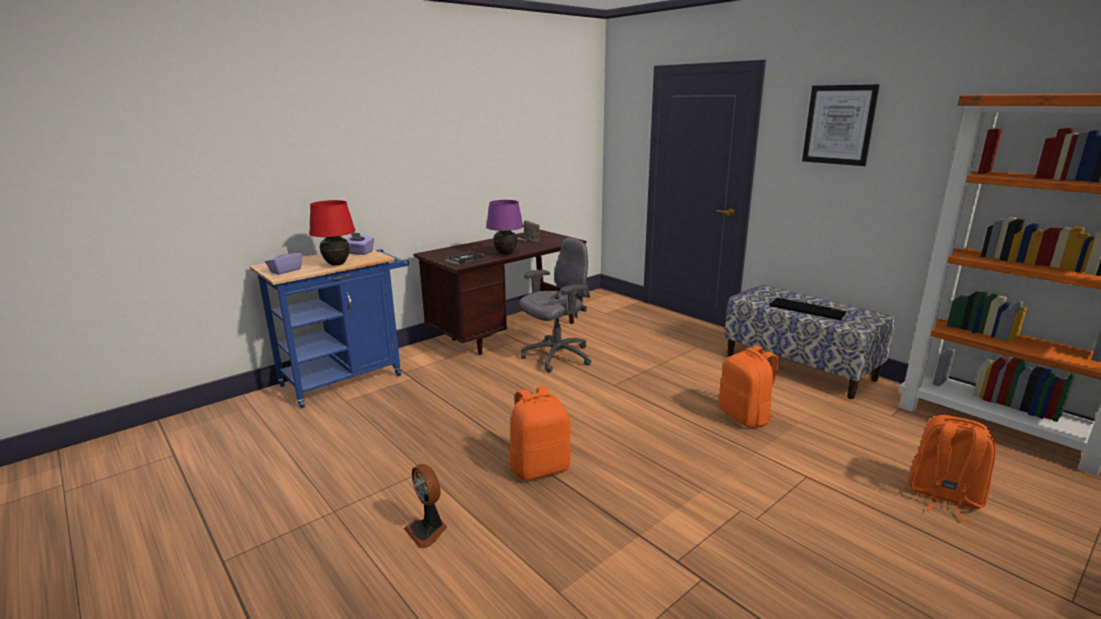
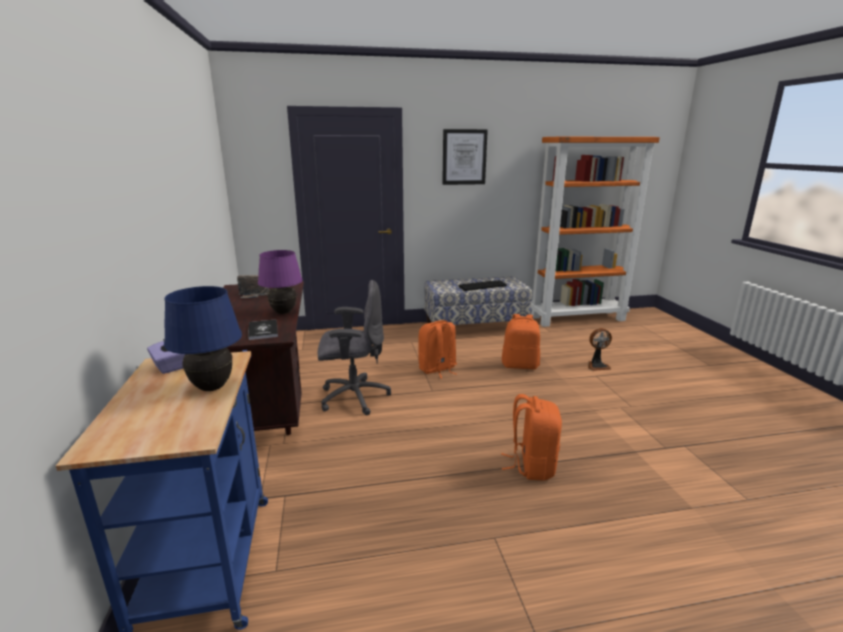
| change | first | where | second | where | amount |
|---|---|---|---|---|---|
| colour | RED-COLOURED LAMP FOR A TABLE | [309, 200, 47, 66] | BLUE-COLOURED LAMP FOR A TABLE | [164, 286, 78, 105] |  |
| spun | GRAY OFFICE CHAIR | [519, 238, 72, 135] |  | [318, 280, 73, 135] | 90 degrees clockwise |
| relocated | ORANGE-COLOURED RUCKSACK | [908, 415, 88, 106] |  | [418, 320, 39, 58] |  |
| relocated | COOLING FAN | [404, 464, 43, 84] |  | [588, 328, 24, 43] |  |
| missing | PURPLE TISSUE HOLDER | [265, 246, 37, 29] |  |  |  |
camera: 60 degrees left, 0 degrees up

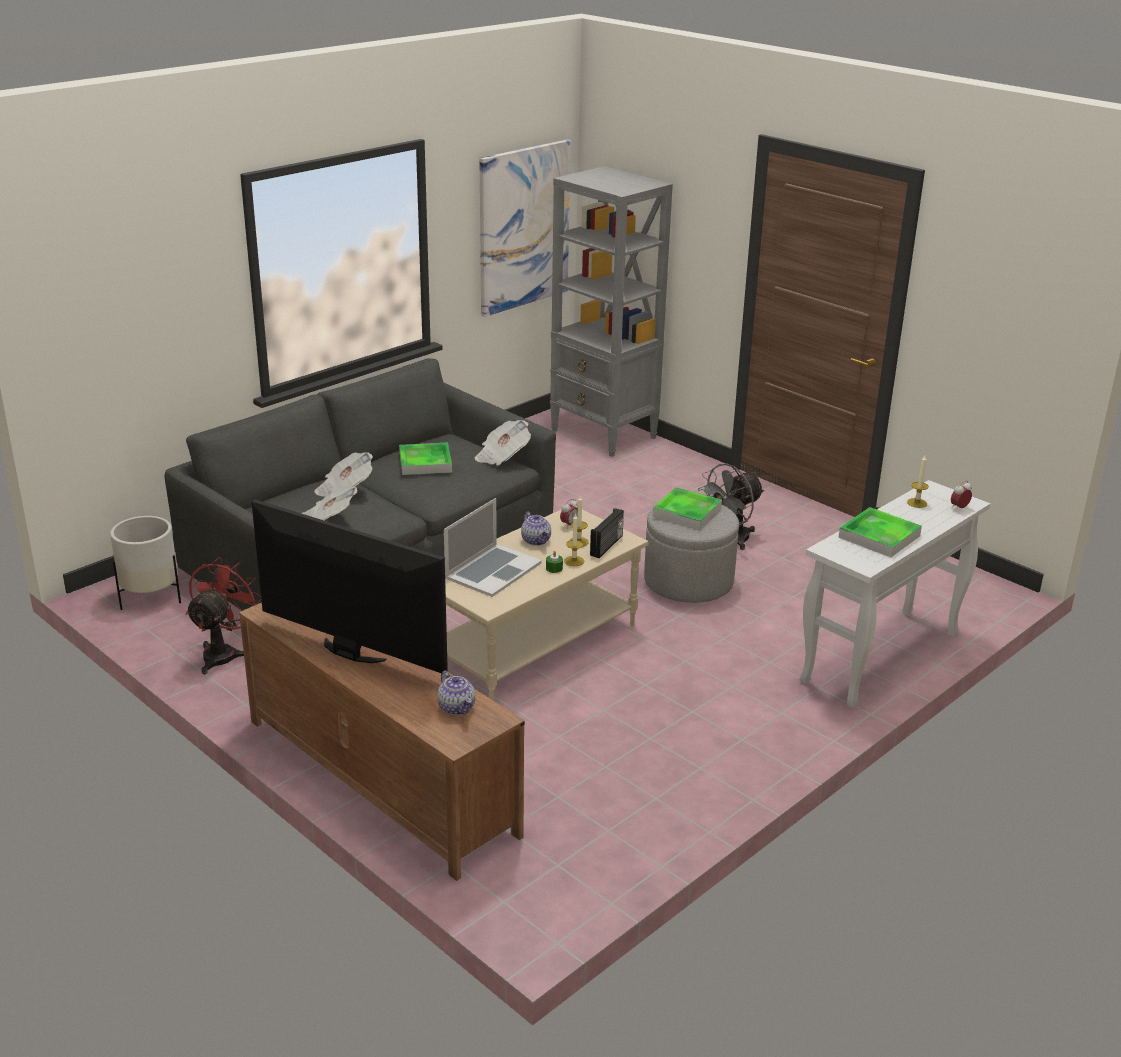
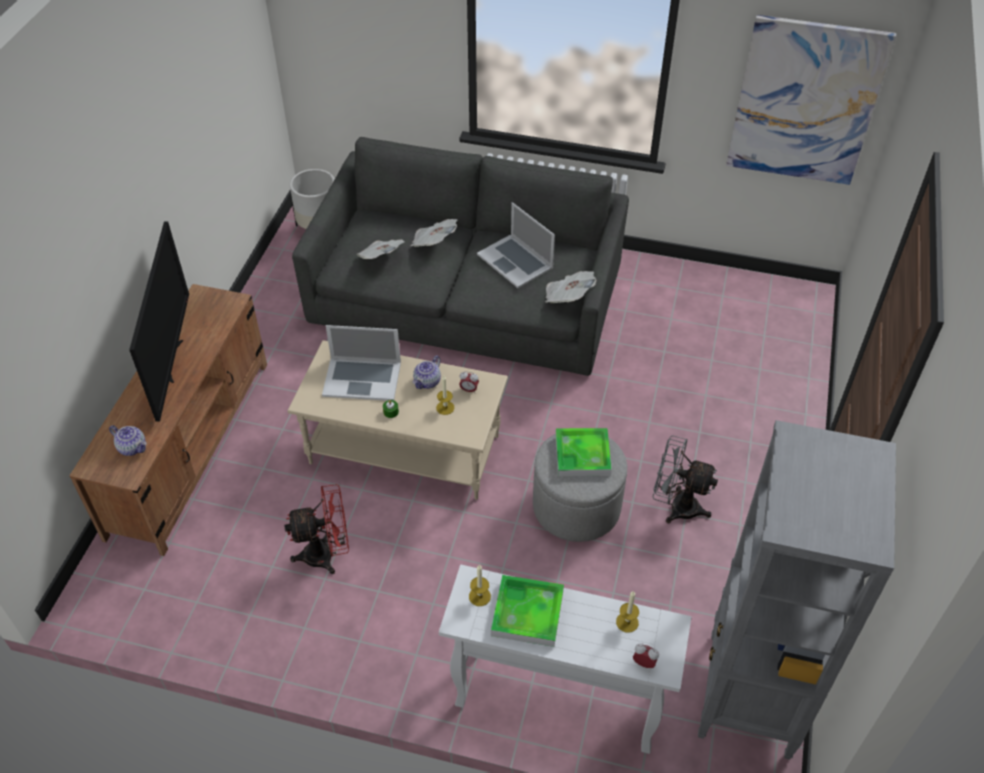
| change | first | where | second | where | amount |
|---|---|---|---|---|---|
| spun | POT FOR TEA | [437, 671, 38, 44] |  | [109, 425, 37, 31] | 90 degrees counterclockwise |
| relocated | RED-COLOURED COOLING FAN | [185, 557, 76, 117] |  | [284, 484, 65, 90] |  |
| relocated | WAX CANDLE | [564, 514, 20, 52] |  | [469, 565, 22, 41] |  |
| exchanged | CARRYING TRAY | [399, 443, 53, 32] | NOTEBOOK COMPUTER | [477, 202, 78, 86] |  |
| relocated | GRAY SHELVING UNIT | [550, 166, 123, 291] |  | [698, 420, 198, 340] |  |
| missing | RADIO RECEIVER | [590, 508, 34, 50] |  |  |  |
camera: 60 degrees right, 20 degrees up

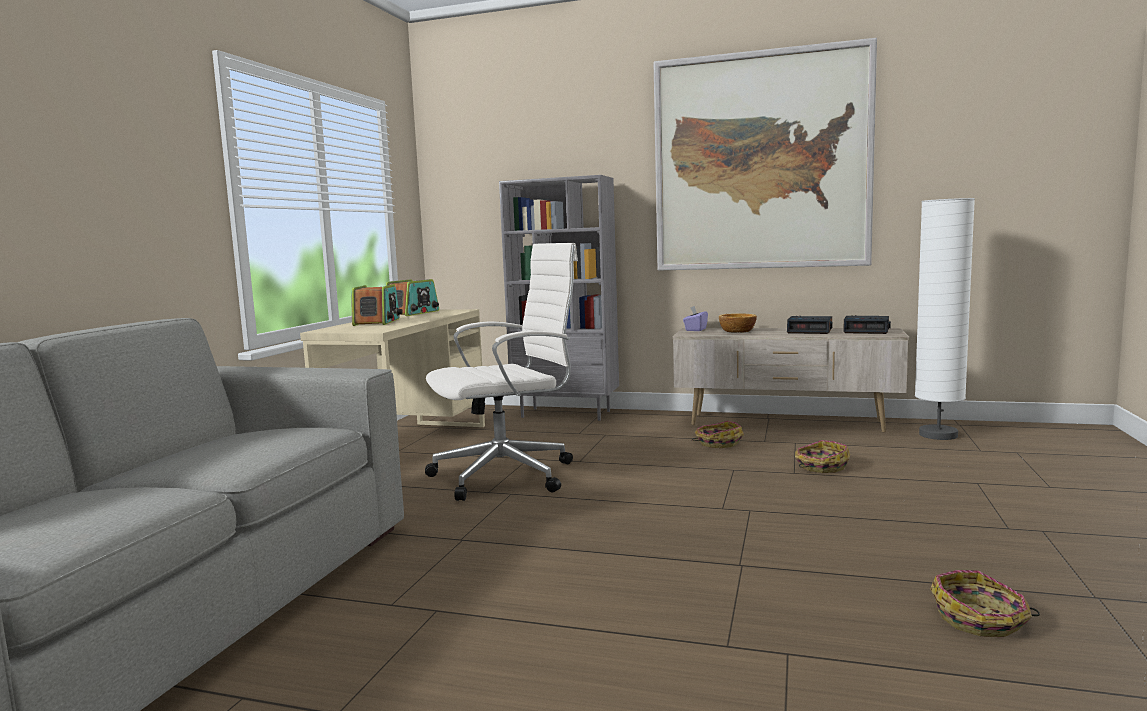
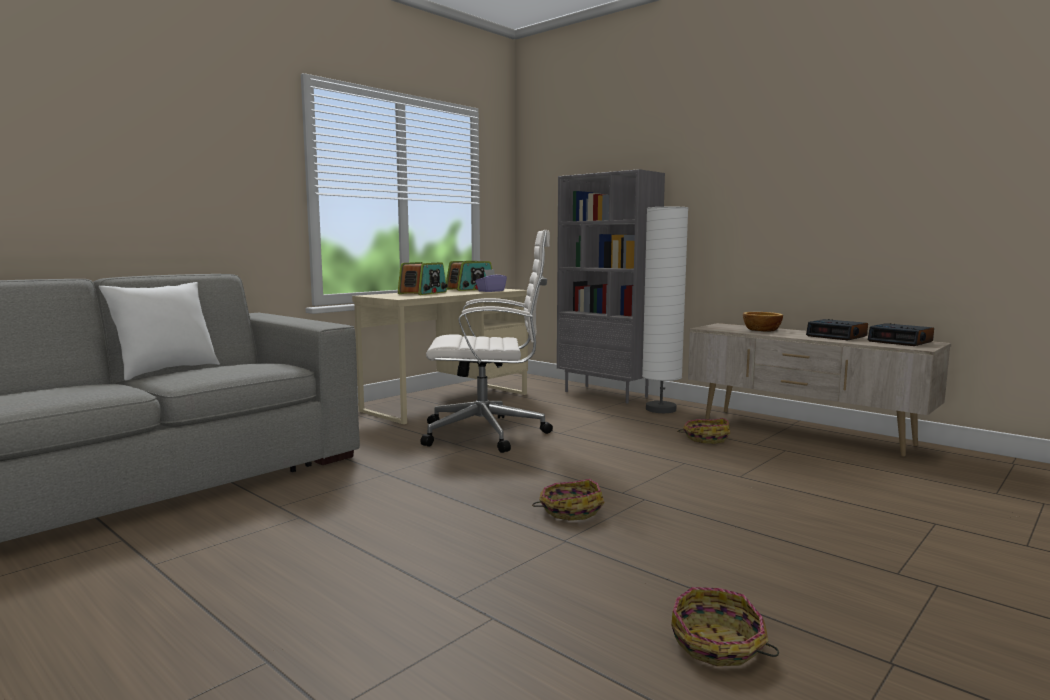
| change | first | where | second | where | amount |
|---|---|---|---|---|---|
| appeared |  |  | WHITE-COLOURED PILLOW | [99, 282, 121, 98] |  |
| relocated | PURPLE TISSUE HOLDER | [683, 306, 25, 25] |  | [475, 269, 32, 23] |  |
| relocated | STORAGE BASKET | [795, 440, 55, 33] |  | [532, 479, 72, 42] |  |
| relocated | WHITE-COLOURED STANDING LAMP | [915, 198, 60, 242] |  | [642, 207, 46, 206] |  |
| missing | WALL PICTURE | [654, 38, 223, 233] |  |  |  |
camera: 25 degrees right, 0 degrees up

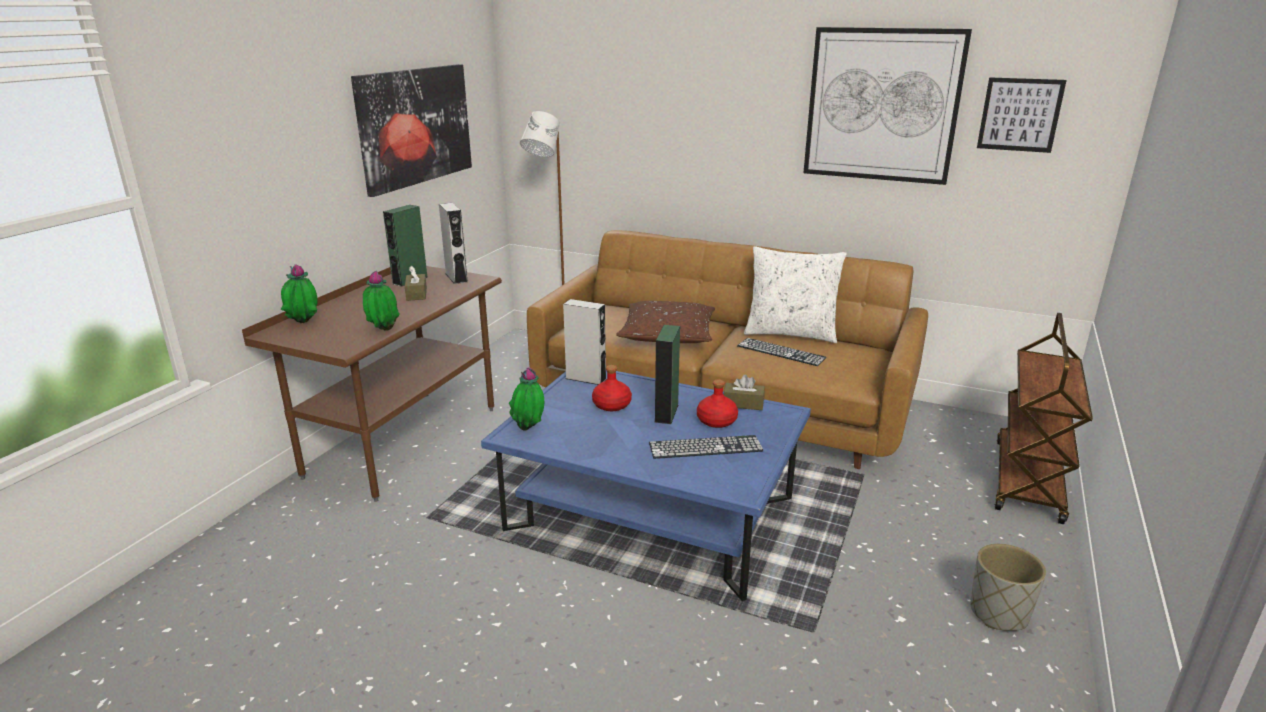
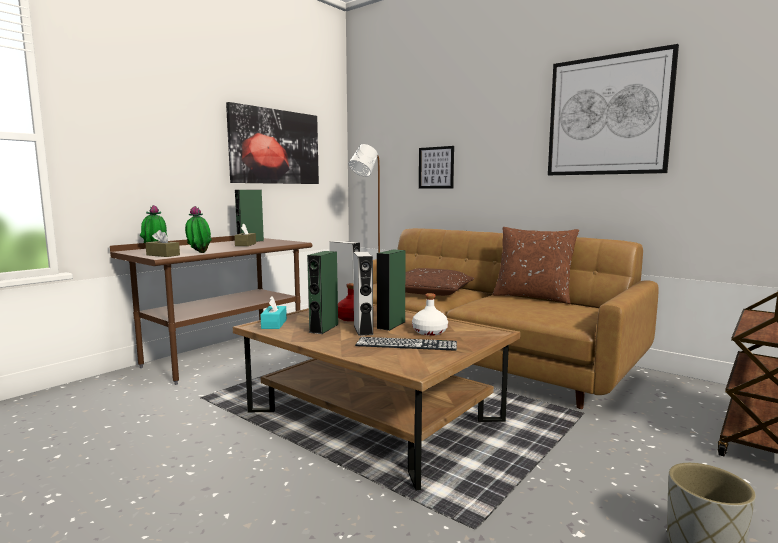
| change | first | where | second | where | amount |
|---|---|---|---|---|---|
| relocated | BROWN TISSUE HOLDER | [724, 374, 41, 36] |  | [145, 230, 35, 27] |  |
| colour | BLUE-COLOURED COFFEE TABLE | [481, 371, 330, 230] | BROWN COFFEE TABLE | [233, 304, 287, 186] |  |
| exchanged | HOUSEPLANT | [509, 368, 35, 62] | TURQUOISE TISSUE HOLDER | [260, 296, 27, 33] |  |
| appeared |  |  | GREENISH AUDIO SPEAKER | [307, 251, 32, 83] |  |
| relocated | GRAY AUDIO SPEAKER | [439, 203, 29, 81] |  | [353, 252, 20, 84] |  |
| colour | RED-COLOURED BOTTLE | [697, 379, 41, 49] | WHITE-COLOURED BOTTLE | [412, 293, 36, 43] |  |
| relocated | WALL PICTURE | [977, 77, 90, 76] |  | [419, 146, 35, 43] |  |
| colour | WHITE-COLOURED PILLOW | [744, 246, 102, 97] | BROWN PILLOW | [492, 227, 87, 77] |  |
| missing | COMPUTER KEYBOARD | [737, 338, 90, 28] |  |  |  |
camera: 15 degrees right, 15 degrees down

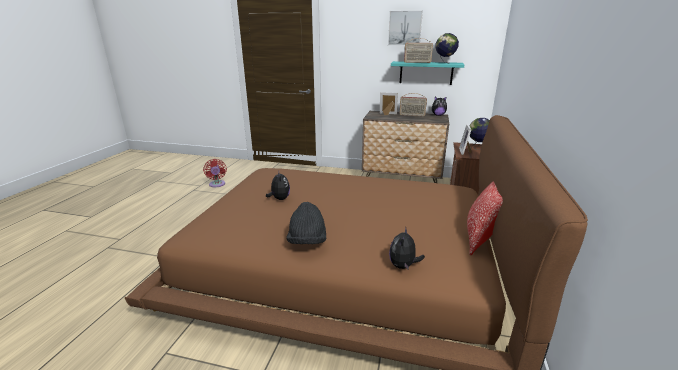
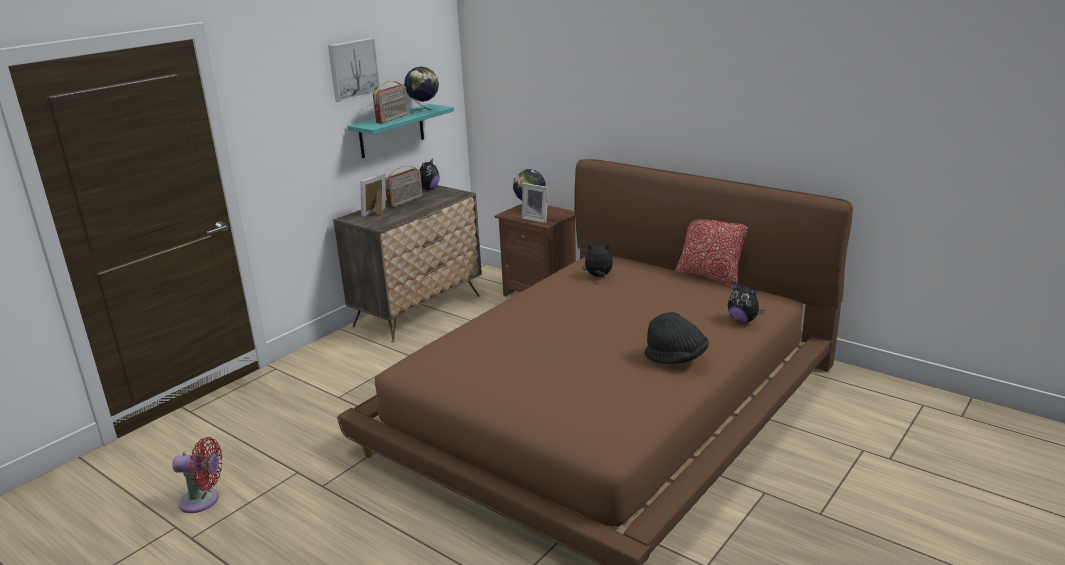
| change | first | where | second | where | amount |
|---|---|---|---|---|---|
| relocated | PLUSH TOY | [266, 172, 24, 28] |  | [582, 243, 31, 34] |  |
camera: 65 degrees left, 0 degrees up

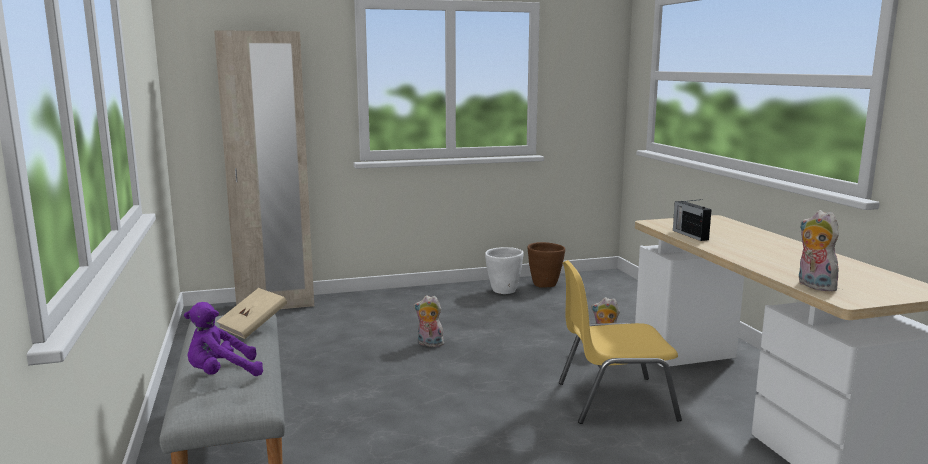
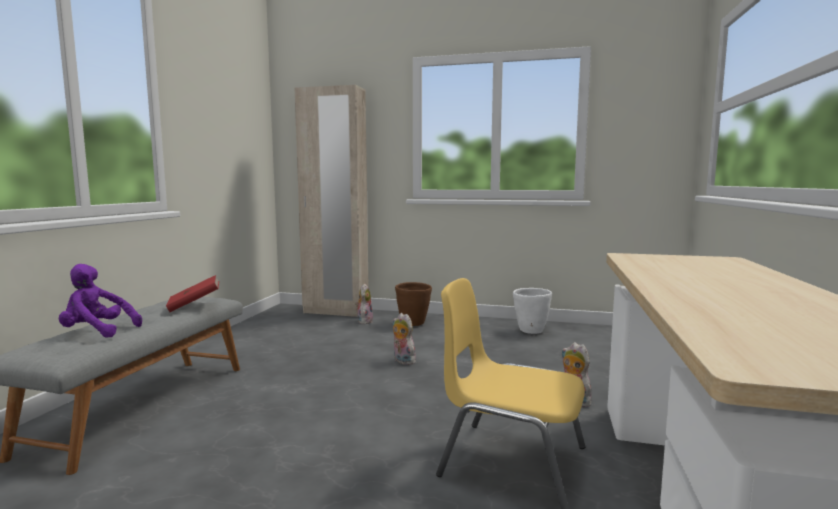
| change | first | where | second | where | amount |
|---|---|---|---|---|---|
| colour | BEIGE-COLOURED VOLUME | [216, 288, 71, 51] | RED-COLOURED VOLUME | [166, 275, 53, 37] |  |
| relocated | PLUSH TOY | [799, 210, 42, 81] |  | [355, 284, 18, 40] |  |
| relocated | BROWN PLANTER | [528, 242, 37, 46] |  | [395, 282, 37, 44] |  |
| missing | RADIO RECEIVER | [673, 199, 39, 42] |  |  |  |
camera: 30 degrees right, 5 degrees down

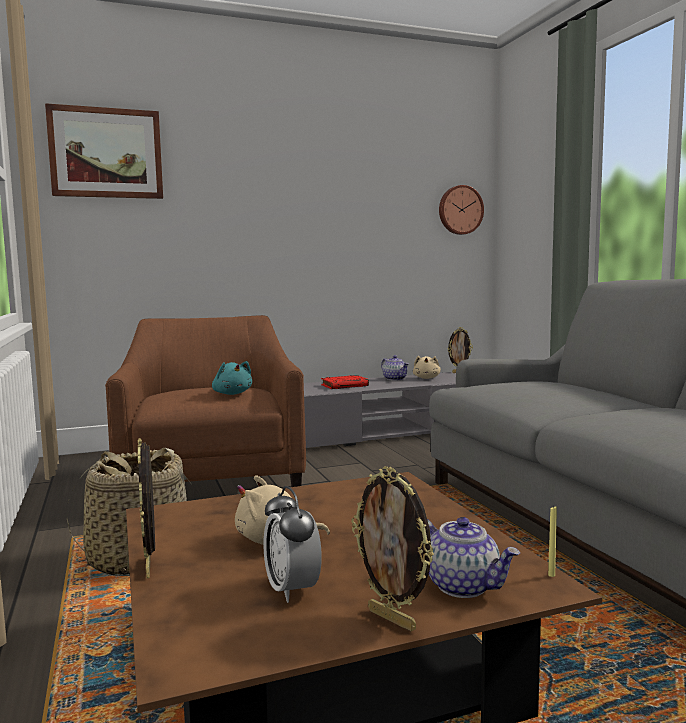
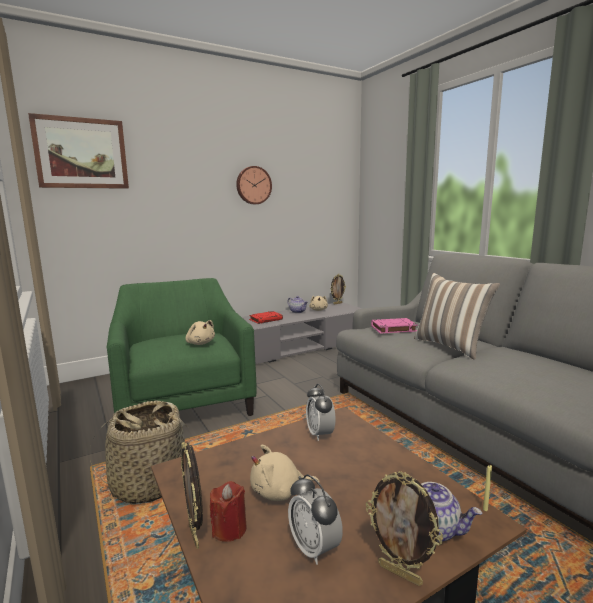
| change | first | where | second | where | amount |
|---|---|---|---|---|---|
| colour | BROWN LOUNGE CHAIR | [105, 315, 201, 172] | GREENISH LOUNGE CHAIR | [107, 278, 150, 138] |  |
| colour | TURQUOISE PLUSH TOY | [212, 361, 40, 34] | BEIGE-COLOURED PLUSH TOY | [185, 320, 30, 25] |  |
| appeared |  |  | RED-COLOURED WAX CANDLE | [210, 481, 36, 61] |  |
| relocated | CLOCK ON THE WALL | [439, 185, 45, 50] |  | [236, 166, 36, 38] |  |
| appeared |  |  | ALARM CLOCK | [306, 384, 30, 57] |  |
| appeared |  |  | PINKISH VOLUME | [371, 318, 47, 16] |  |
| appeared |  |  | PILLOW | [414, 273, 86, 87] |  |
camera: 10 degrees left, 5 degrees up

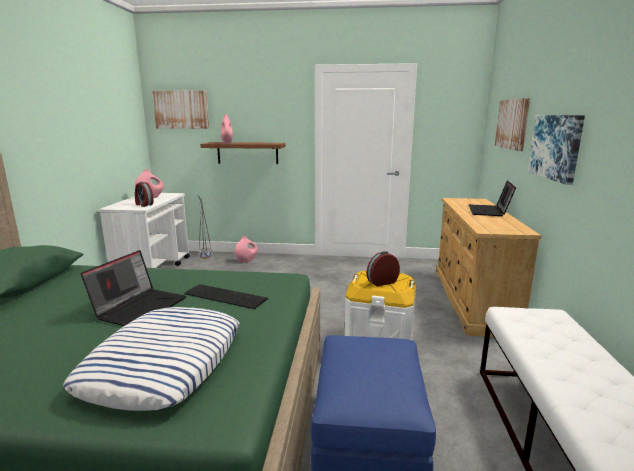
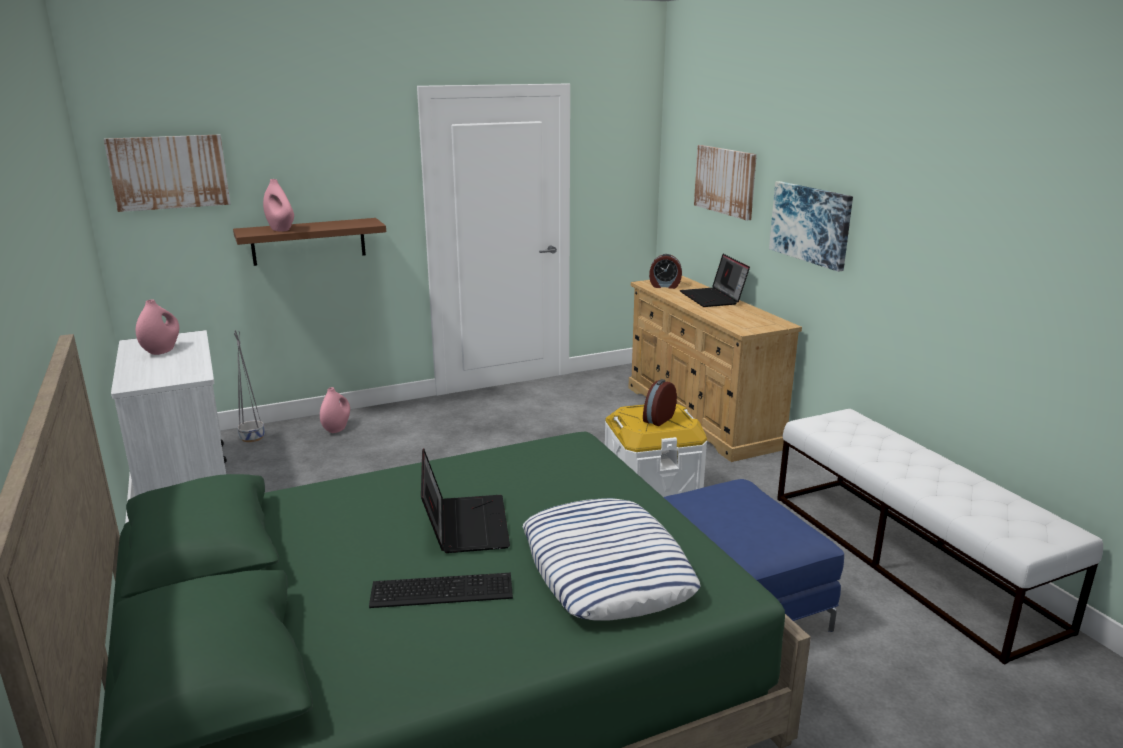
| change | first | where | second | where | amount |
|---|---|---|---|---|---|
| relocated | COMPUTER KEYBOARD | [185, 284, 83, 25] |  | [369, 573, 144, 35] |  |
| relocated | ALARM CLOCK | [135, 182, 19, 25] |  | [649, 254, 33, 35] |  |
camera: 30 degrees left, 5 degrees up

